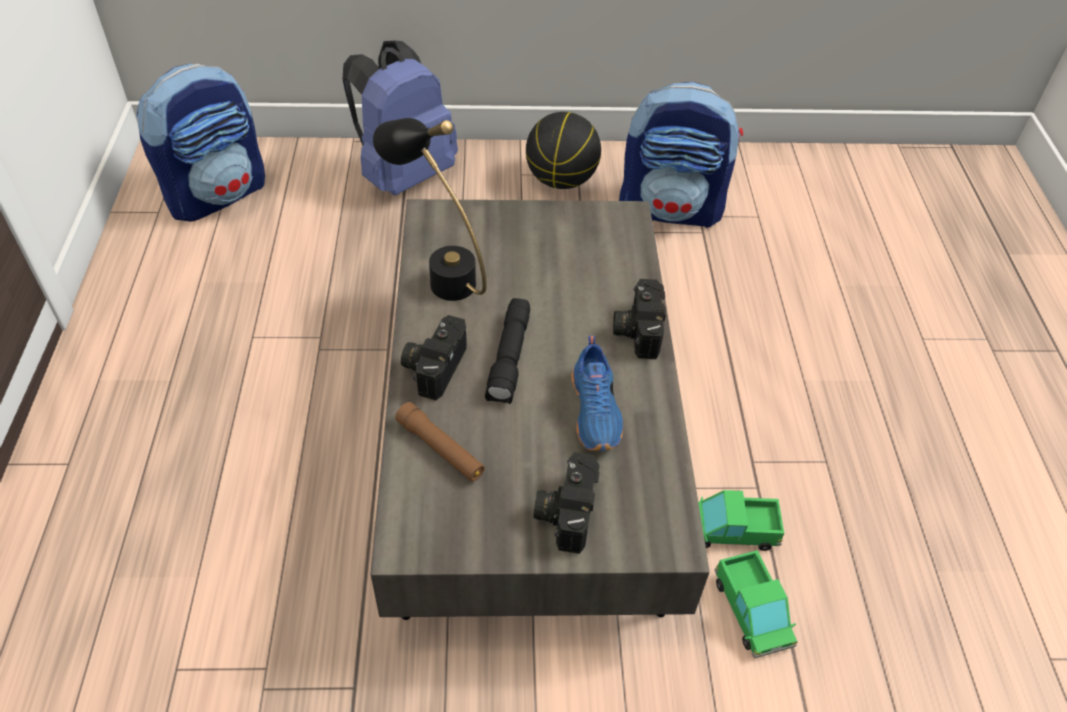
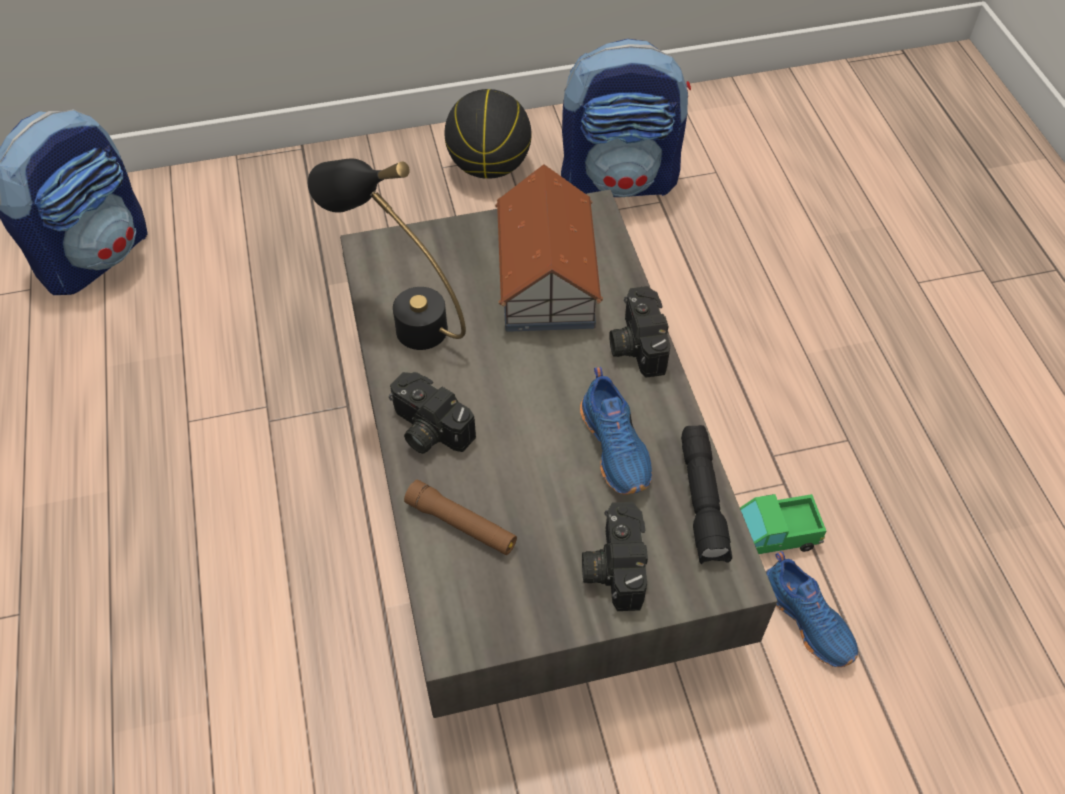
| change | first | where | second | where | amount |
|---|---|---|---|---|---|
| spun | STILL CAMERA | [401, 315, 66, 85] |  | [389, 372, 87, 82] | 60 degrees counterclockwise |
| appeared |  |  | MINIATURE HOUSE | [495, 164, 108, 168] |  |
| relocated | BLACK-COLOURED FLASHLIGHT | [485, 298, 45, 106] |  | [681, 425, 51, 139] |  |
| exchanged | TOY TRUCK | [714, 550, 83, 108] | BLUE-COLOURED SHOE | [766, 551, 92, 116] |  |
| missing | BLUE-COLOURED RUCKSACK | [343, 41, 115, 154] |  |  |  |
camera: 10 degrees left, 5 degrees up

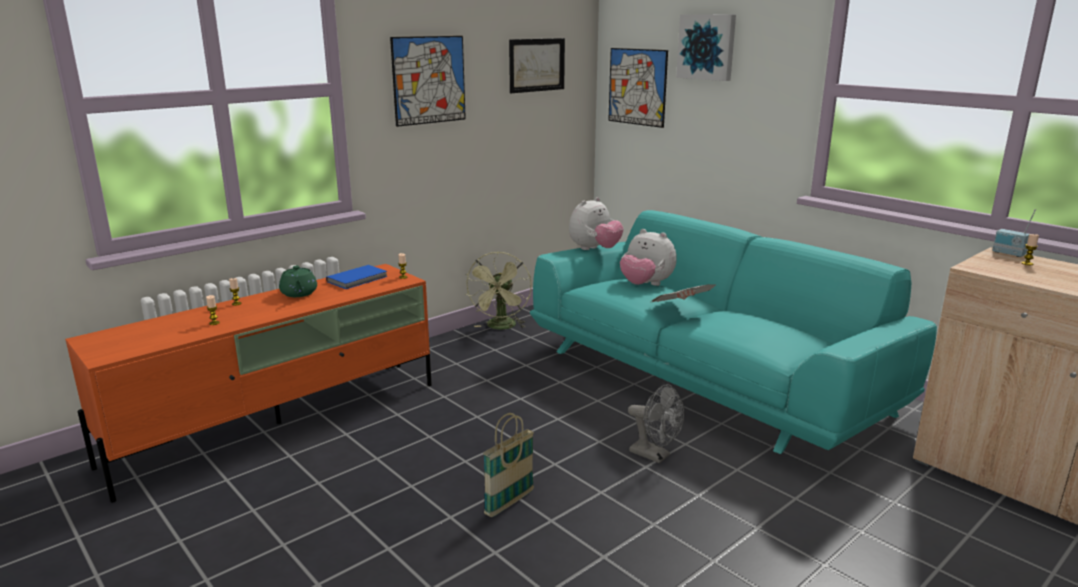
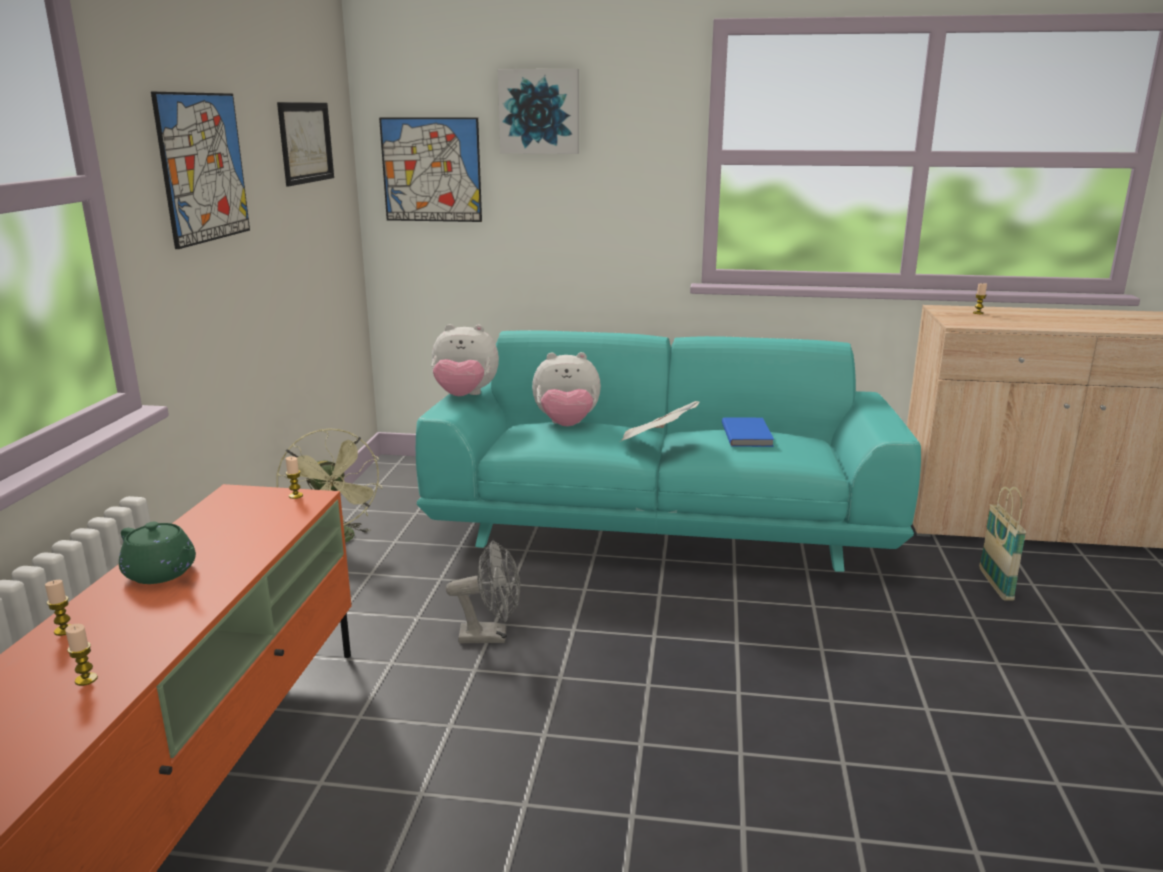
| change | first | where | second | where | amount |
|---|---|---|---|---|---|
| spun | PLUSH TOY | [569, 197, 55, 53] |  | [431, 324, 68, 72] | 90 degrees clockwise |
| relocated | GRAY COOLING FAN | [628, 384, 56, 79] |  | [446, 540, 74, 103] |  |
| relocated | BLUE-COLOURED VOLUME | [326, 265, 62, 24] |  | [722, 417, 52, 30] |  |
| relocated | STORAGE BASKET | [483, 413, 51, 104] |  | [979, 487, 47, 114] |  |
| missing | RADIO RECEIVER | [992, 209, 44, 48] |  |  |  |
camera: 40 degrees left, 0 degrees up

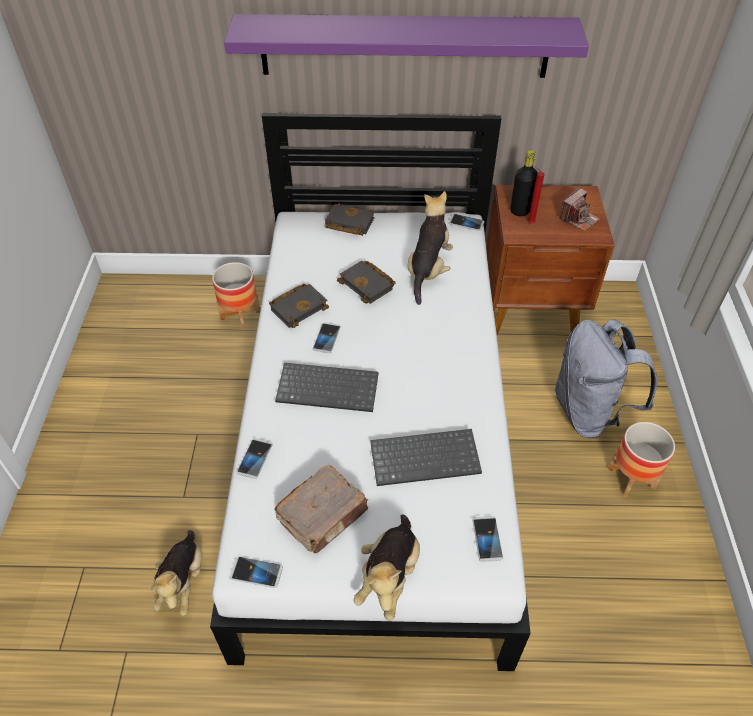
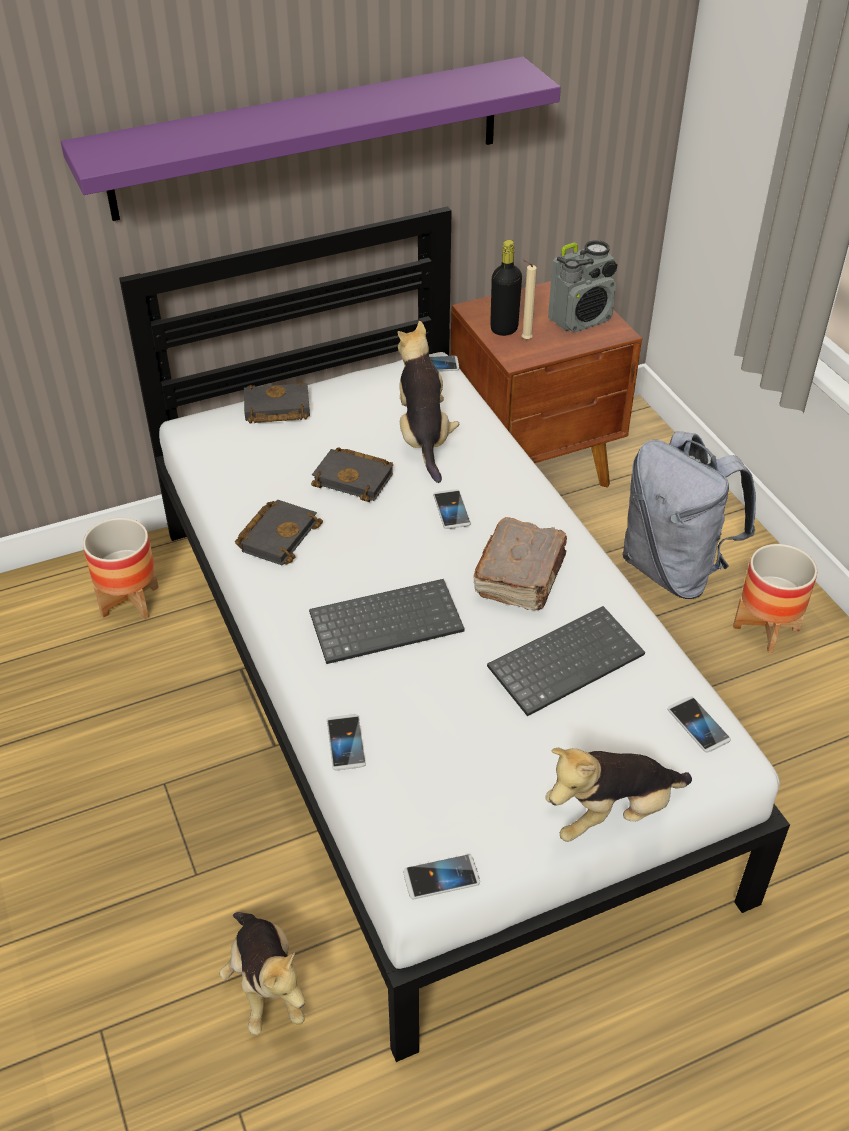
| change | first | where | second | where | amount |
|---|---|---|---|---|---|
| relocated | TELEPHONE | [313, 322, 28, 31] |  | [433, 489, 38, 40] |  |
| relocated | BROWN VOLUME | [274, 465, 94, 88] |  | [473, 517, 94, 93] |  |
| colour | RED-COLOURED WAX CANDLE | [527, 166, 17, 57] | BEIGE-COLOURED WAX CANDLE | [522, 259, 15, 81] |  |
| spun | PLUSH TOY | [354, 515, 66, 106] |  | [546, 748, 146, 94] | 75 degrees clockwise |
| exchanged | STILL CAMERA | [559, 188, 41, 44] | RADIO RECEIVER | [548, 240, 69, 92] |  |
camera: 25 degrees left, 5 degrees down

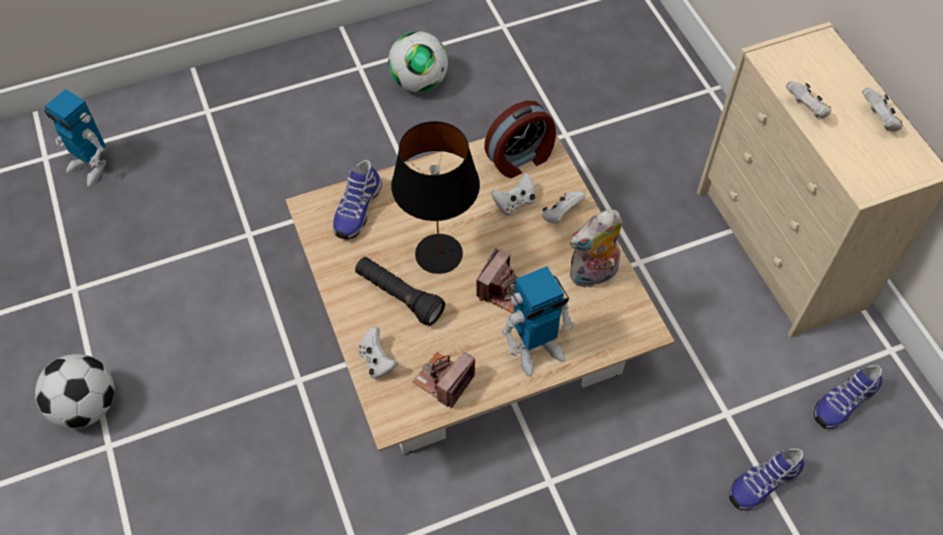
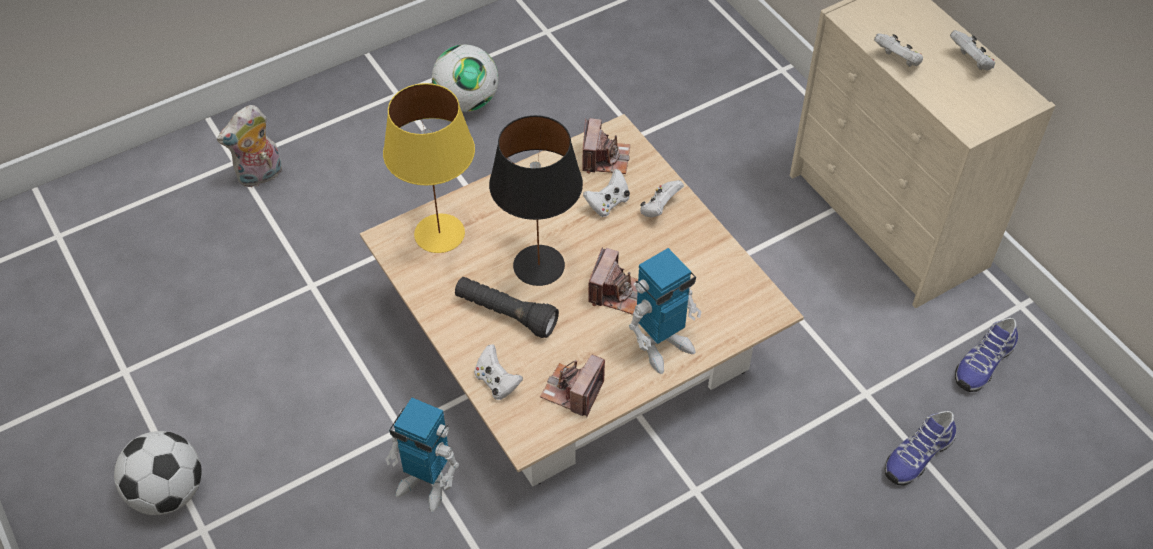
| change | first | where | second | where | amount |
|---|---|---|---|---|---|
| relocated | PLUSH TOY | [570, 209, 52, 79] |  | [217, 105, 65, 82] |  |
| exchanged | SHOE | [333, 160, 49, 80] | YELLOWISH LAMP FOR A TABLE | [383, 83, 92, 170] |  |
| relocated | TOY ROBOT | [44, 89, 62, 98] |  | [386, 398, 73, 114] |  |
| exchanged | ALARM CLOCK | [484, 101, 72, 77] | STILL CAMERA | [582, 118, 48, 56] |  |
camera: 10 degrees left, 5 degrees down

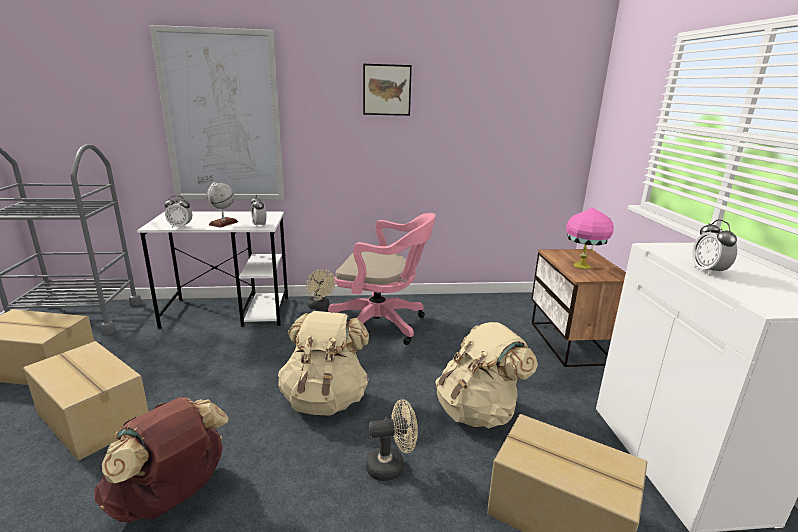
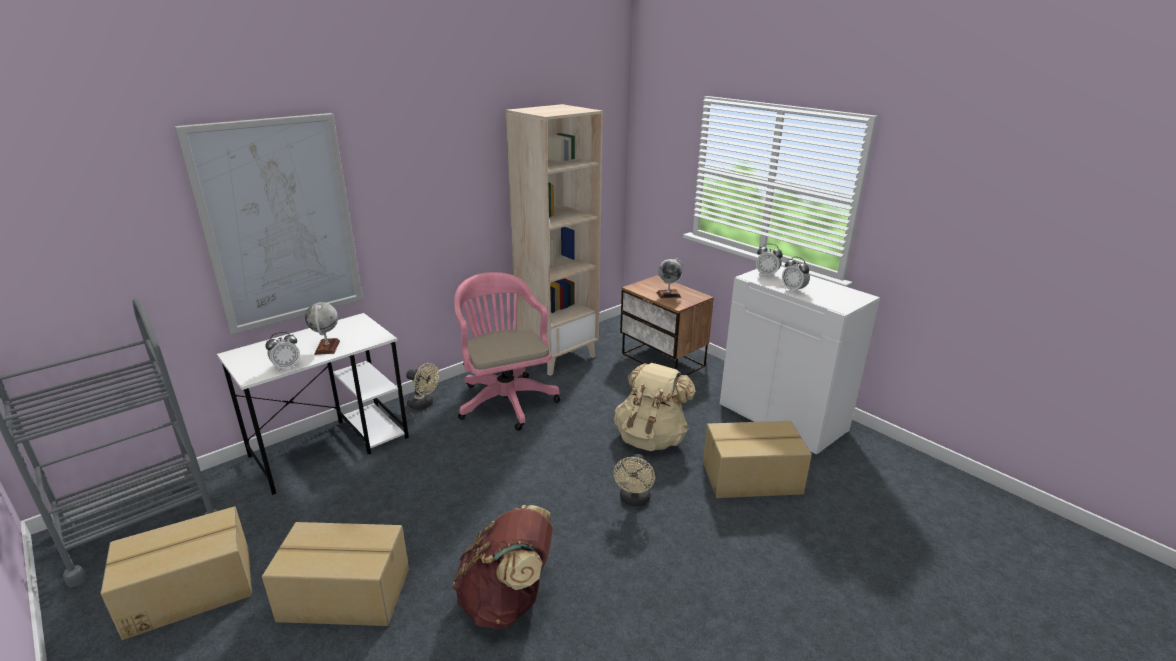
| change | first | where | second | where | amount |
|---|---|---|---|---|---|
| spun | PINKISH OFFICE CHAIR | [328, 213, 108, 132] |  | [454, 272, 106, 159] | 90 degrees counterclockwise |
| appeared |  |  | BEIGE-COLOURED SHELVING UNIT | [506, 104, 97, 272] |  |
| spun | BEIGE-COLOURED COOLING FAN | [366, 399, 52, 82] |  | [614, 454, 41, 52] | 150 degrees clockwise |
| exchanged | PINKISH LAMP FOR A TABLE | [566, 207, 48, 62] | DESK GLOBE | [656, 258, 28, 40] |  |
| relocated | ALARM CLOCK | [251, 195, 15, 33] |  | [756, 243, 27, 34] |  |
| missing | BEIGE-COLOURED RUCKSACK | [278, 311, 91, 104] |  |  |  |
| missing | WALL PICTURE | [363, 64, 49, 52] |  |  |  |
camera: 35 degrees left, 5 degrees up

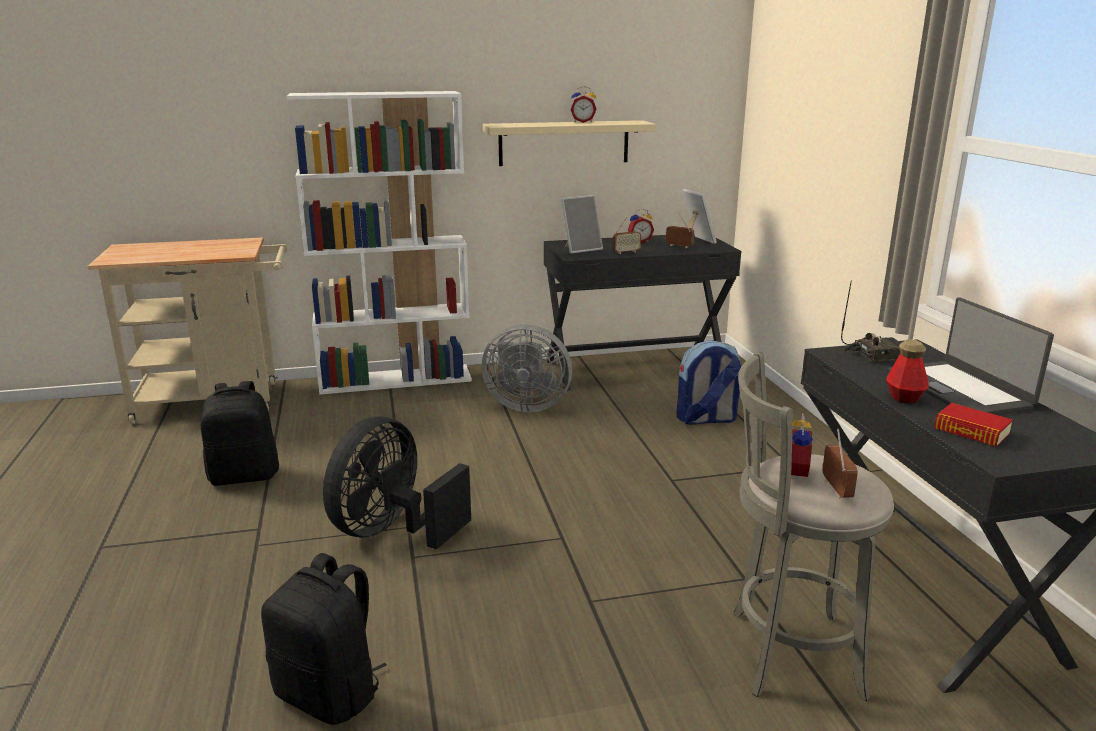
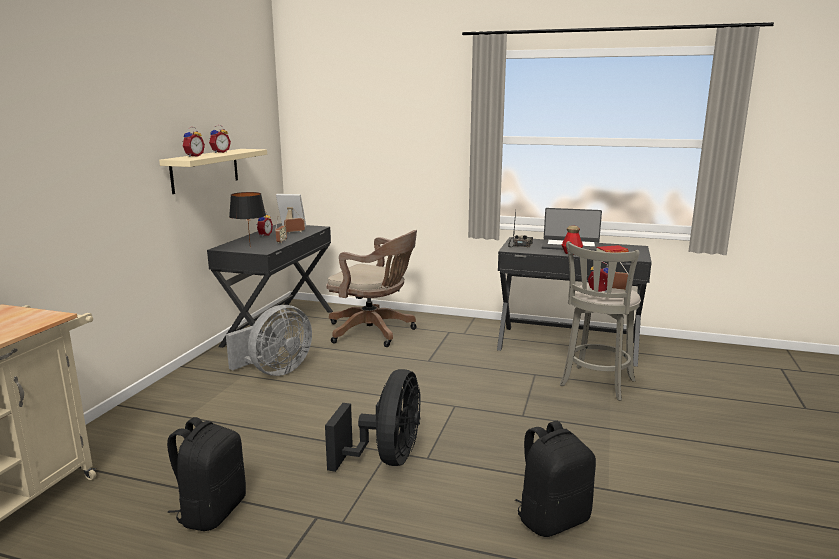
| change | first | where | second | where | amount |
|---|---|---|---|---|---|
| appeared |  |  | ALARM CLOCK | [182, 127, 23, 30] |  |
| exchanged | PHOTO FRAME | [561, 195, 42, 59] | BLACK-COLOURED LAMP FOR A TABLE | [229, 192, 37, 49] |  |
| spun | BLACK-COLOURED COOLING FAN | [323, 417, 148, 133] |  | [325, 369, 96, 103] | 135 degrees counterclockwise |
| exchanged | RUCKSACK | [676, 340, 65, 85] | BROWN OFFICE CHAIR | [326, 230, 91, 117] |  |
| missing | WHITE-COLOURED SHELVING UNIT | [287, 91, 185, 304] |  |  |  |
camera: 60 degrees left, 5 degrees down

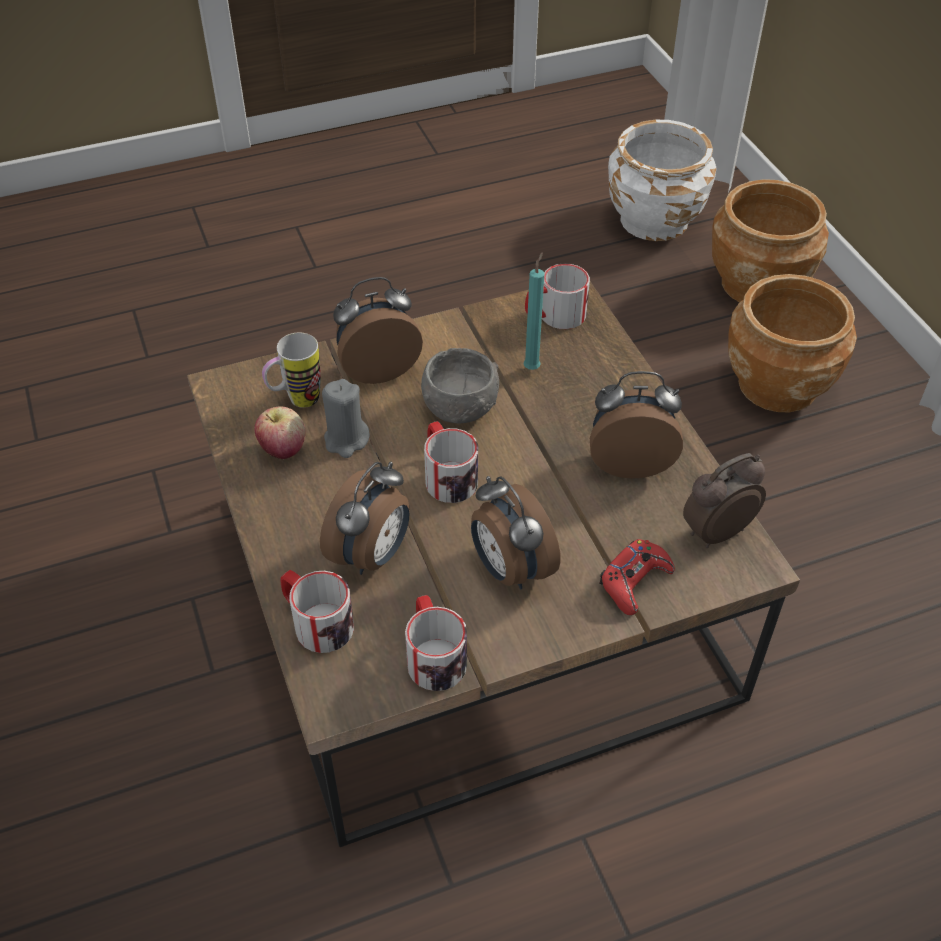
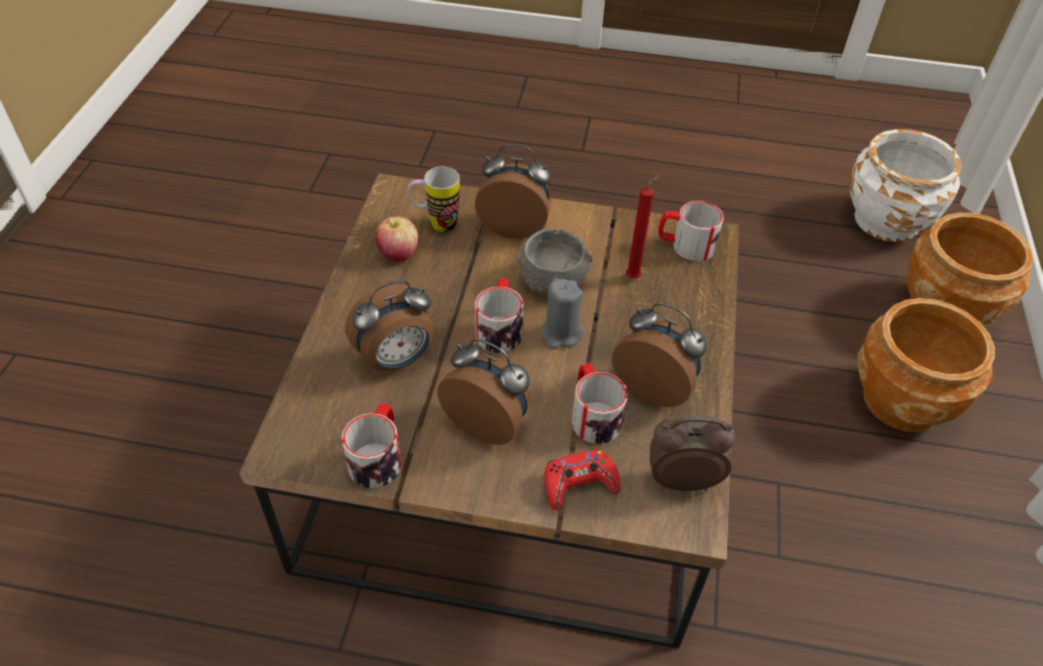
| change | first | where | second | where | amount |
|---|---|---|---|---|---|
| spun | ALARM CLOCK | [471, 476, 90, 113] |  | [437, 339, 93, 106] | 120 degrees clockwise |
| relocated | GRAY WAX CANDLE | [322, 379, 48, 79] |  | [540, 279, 44, 70] |  |
| relocated | MUG | [281, 570, 73, 83] |  | [572, 363, 56, 81] |  |
| colour | TURQUOISE WAX CANDLE | [523, 252, 22, 118] | RED-COLOURED WAX CANDLE | [626, 175, 34, 104] |  |
camera: 30 degrees right, 0 degrees up

